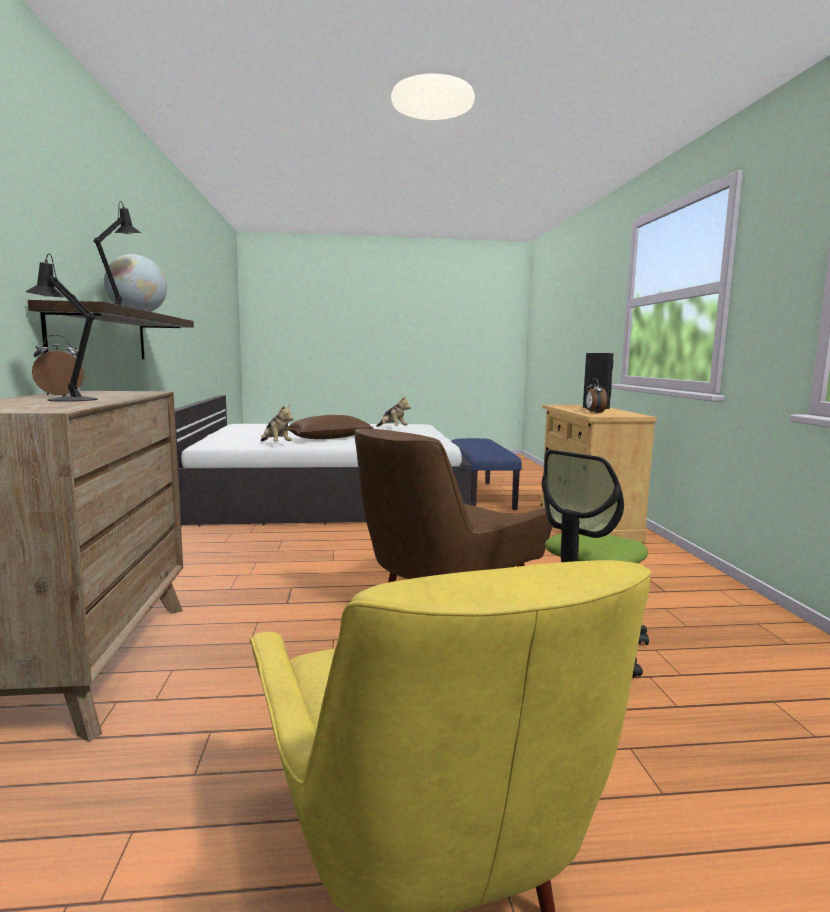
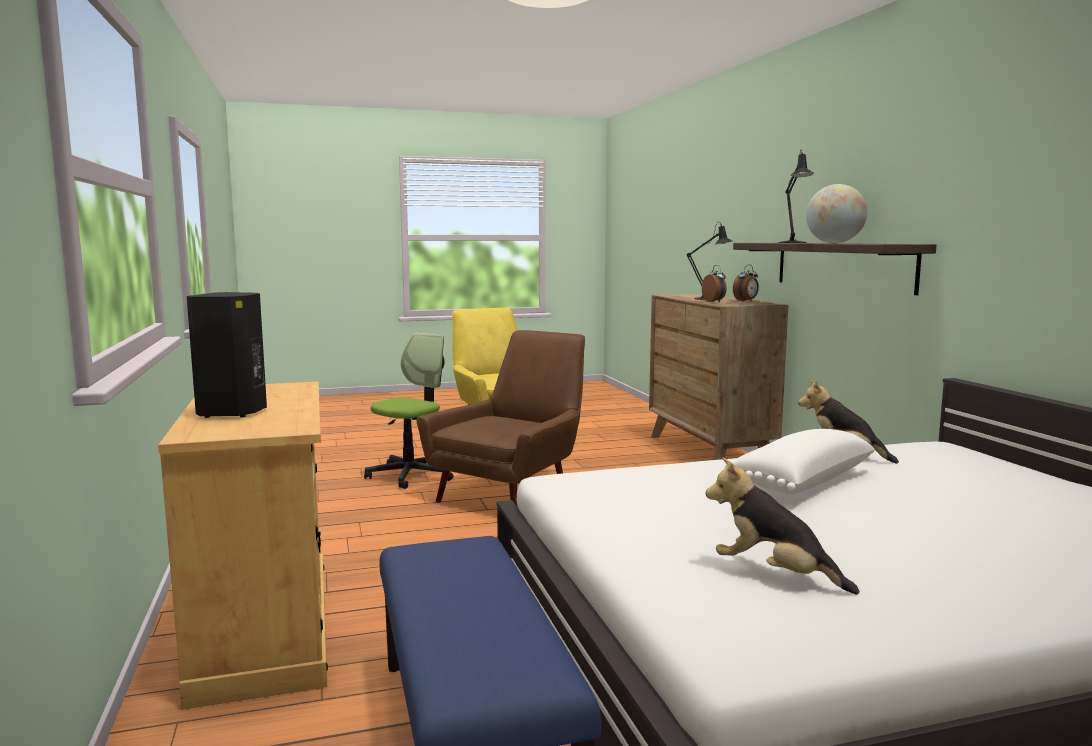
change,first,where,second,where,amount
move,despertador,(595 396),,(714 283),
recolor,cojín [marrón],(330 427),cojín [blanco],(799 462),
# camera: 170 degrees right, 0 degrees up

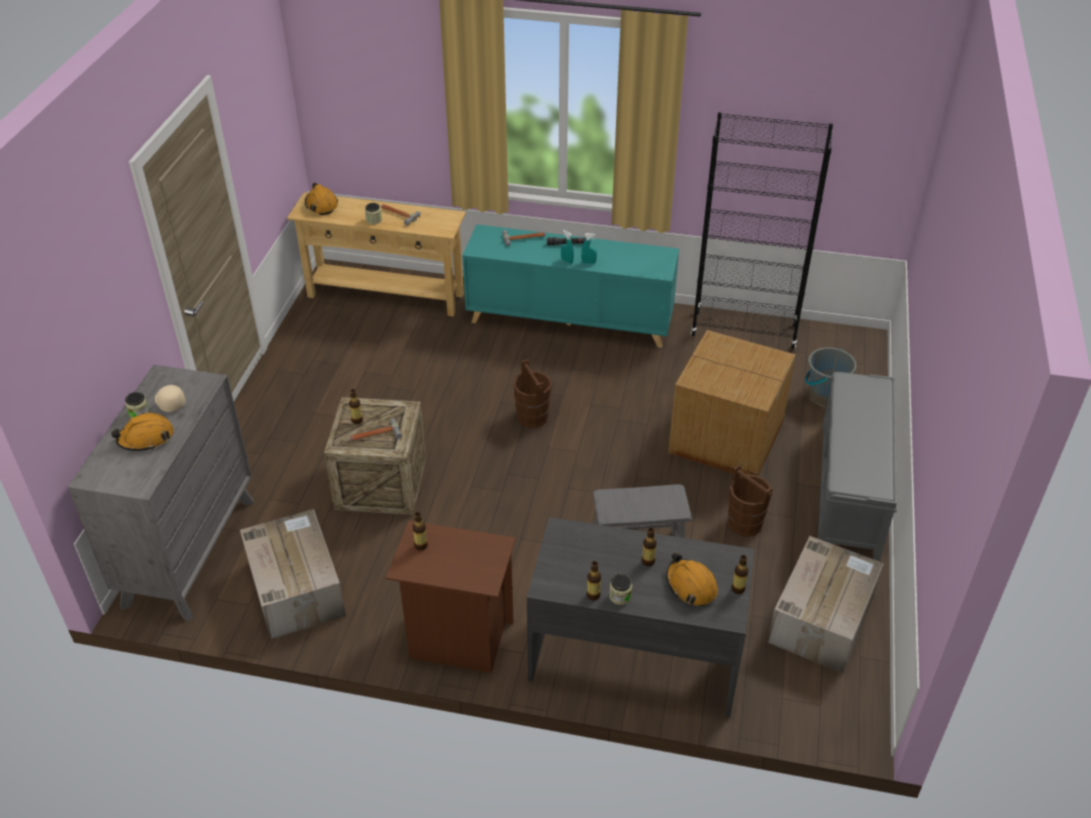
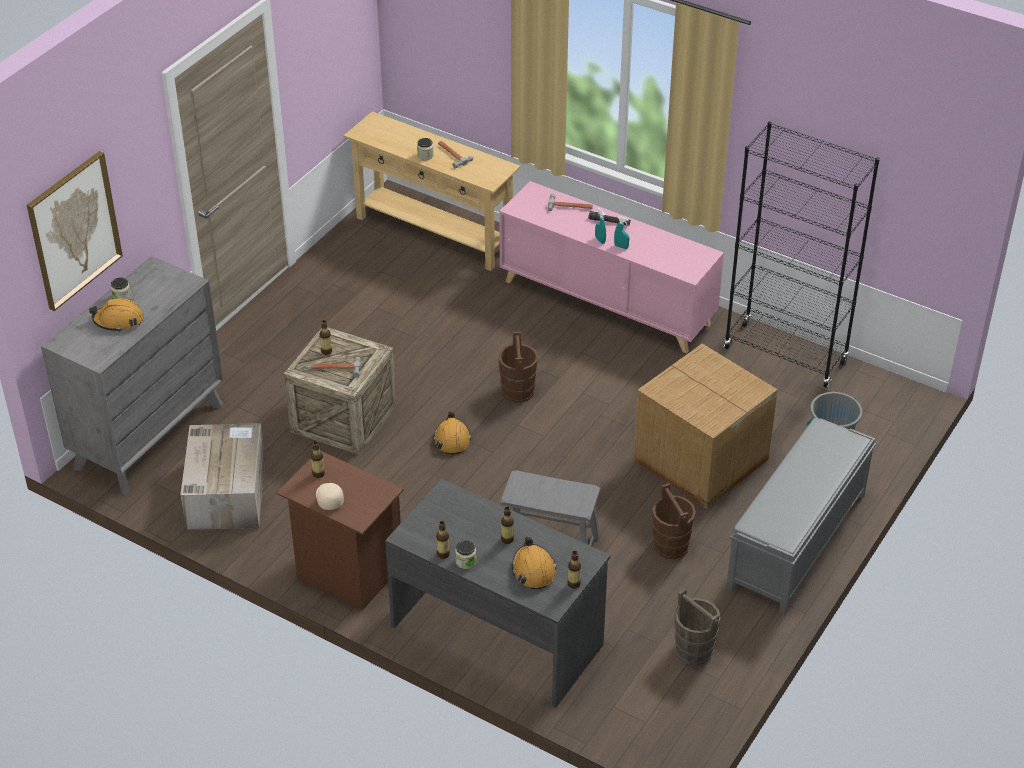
change,first,where,second,where,amount
insert,,,cuadro,(75 231),
move,gorra [beis],(170 398),,(330 496),
move,casco [naranja],(321 199),,(452 433),
replace,caja de cartón,(825 604),cubo [marrón],(697 626),
recolor,armario [turquesa],(570 286),armario [rosa],(611 267),
# camera: 20 degrees right, 0 degrees up

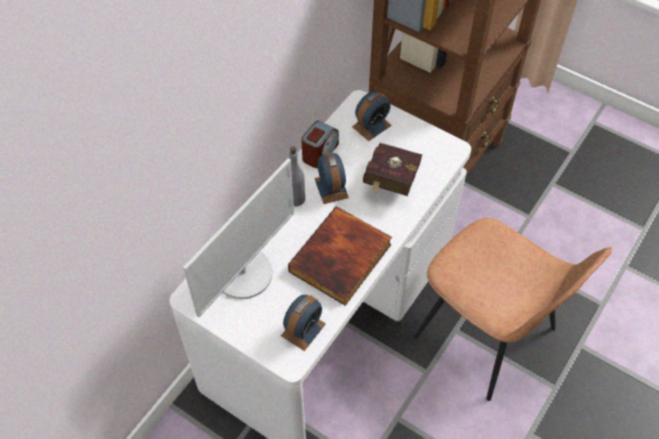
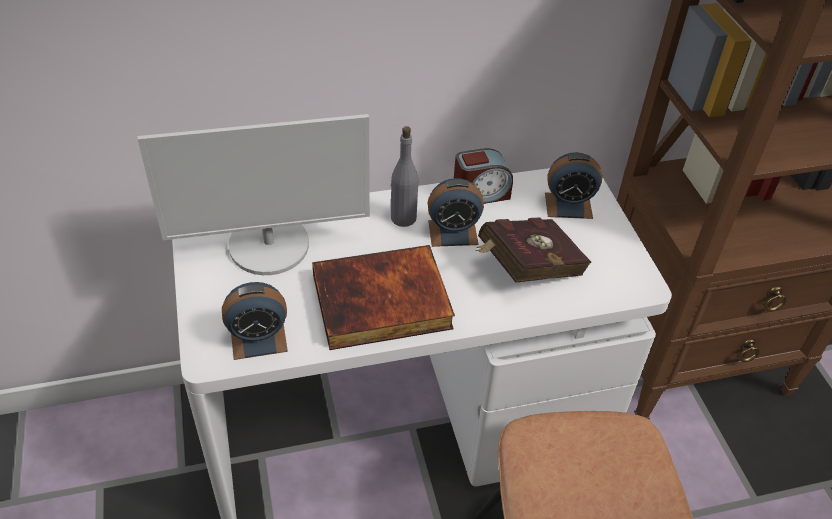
change,first,where,second,where,amount
rotate,despertador,(331 178),,(456 212),60 degrees clockwise
# camera: 40 degrees right, 10 degrees down

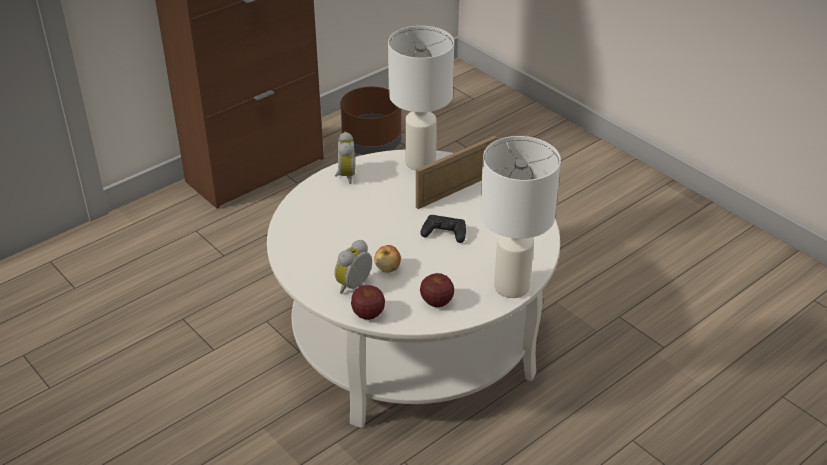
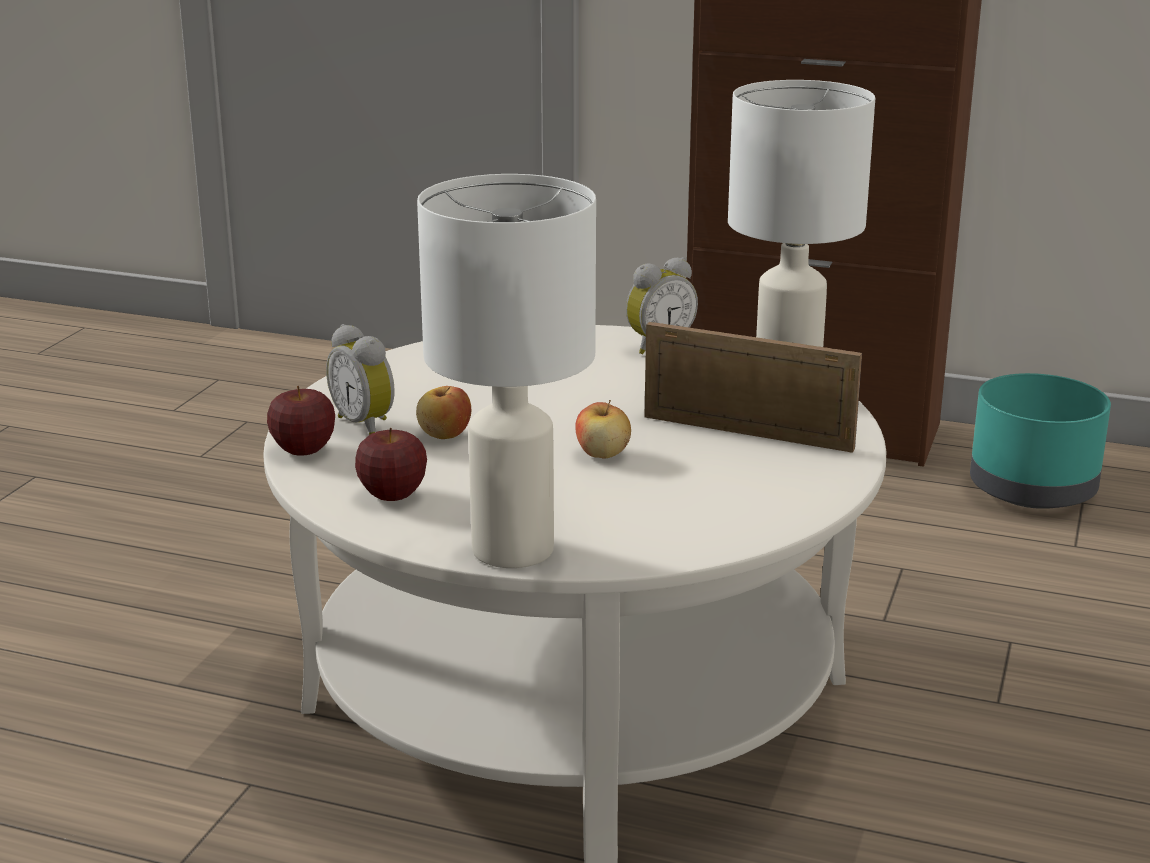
change,first,where,second,where,amount
replace,mando de consola [negro],(443 229),manzana,(603 429),
recolor,maceta [marrón],(371 121),maceta [turquesa],(1040 441),
rotate,despertador,(353 267),,(360 379),135 degrees counterclockwise
# camera: 60 degrees right, 15 degrees down

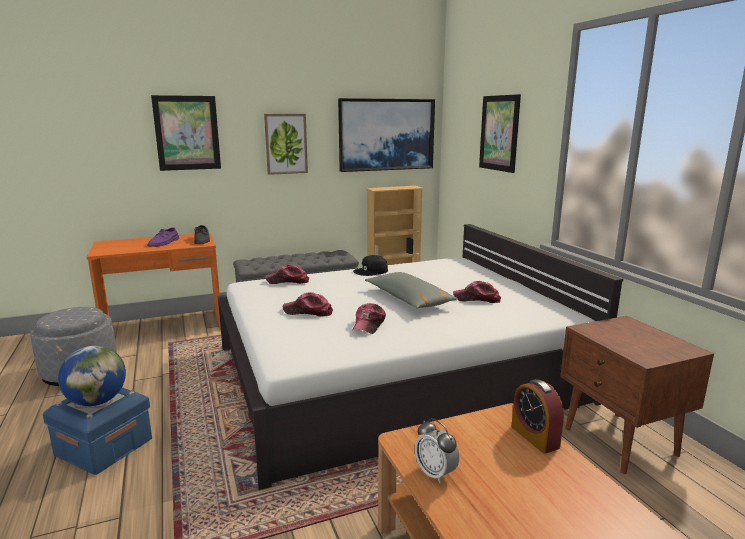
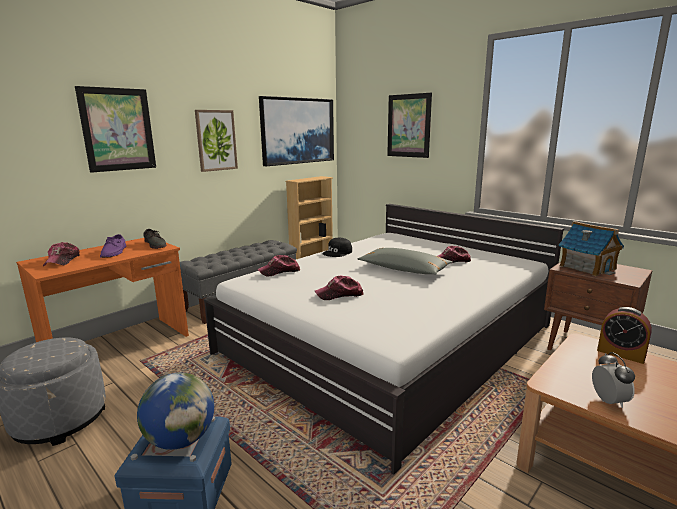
change,first,where,second,where,amount
insert,,,casita,(591 248),
move,gorra,(369 318),,(61 254),
rotate,despertador,(437 450),,(613 380),120 degrees counterclockwise
# camera: 25 degrees left, 0 degrees up

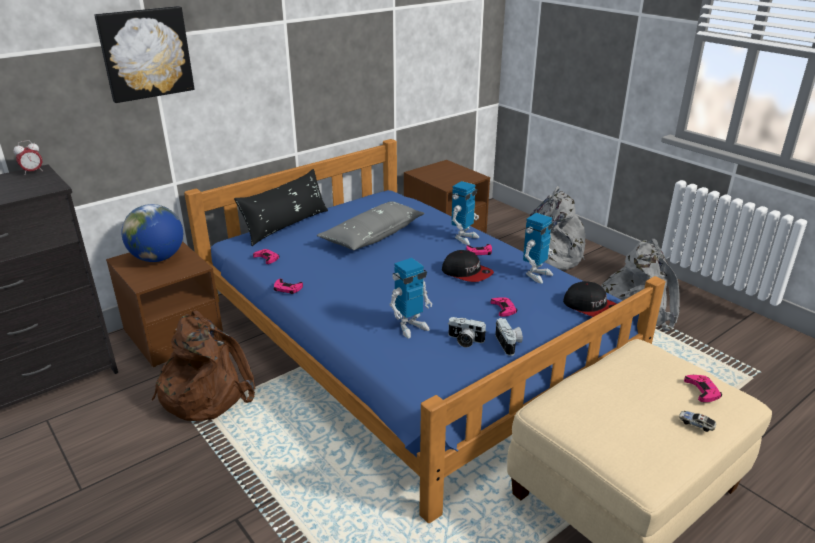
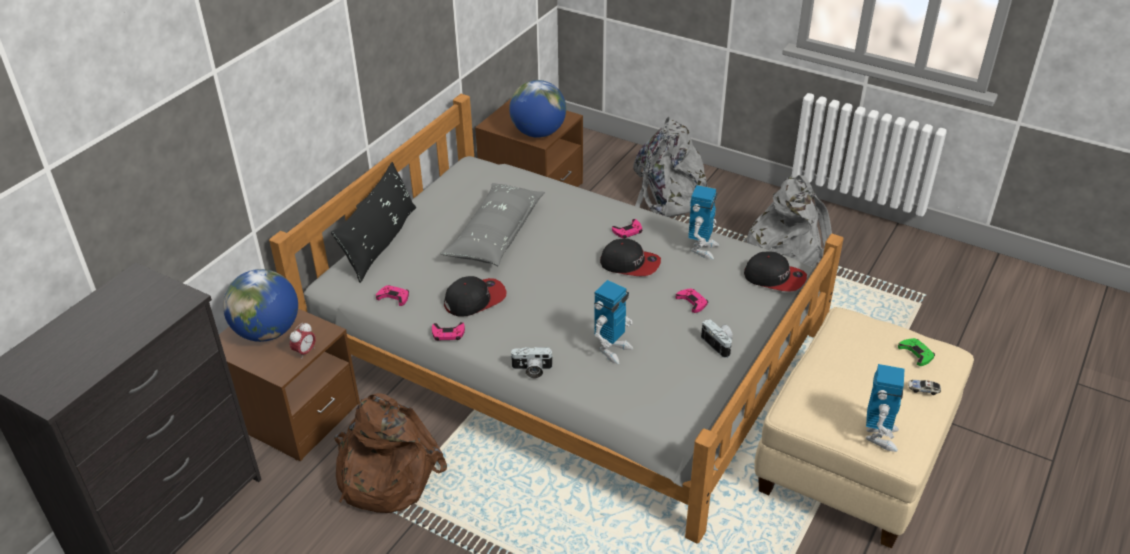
change,first,where,second,where,amount
delete,cuadro,(144 54),,,
insert,,,gorra,(475 296),
insert,,,globo terráqueo,(537 109),
move,despertador,(28 157),,(303 340),
move,cámara,(467 332),,(532 363),
move,robot de juguete,(465 213),,(885 408),
recolor,cama [azul],(424 331),cama [gris],(556 319),
recolor,mando de consola [rosa],(703 388),mando de consola [verde],(916 352),
# camera: 20 degrees left, 10 degrees up

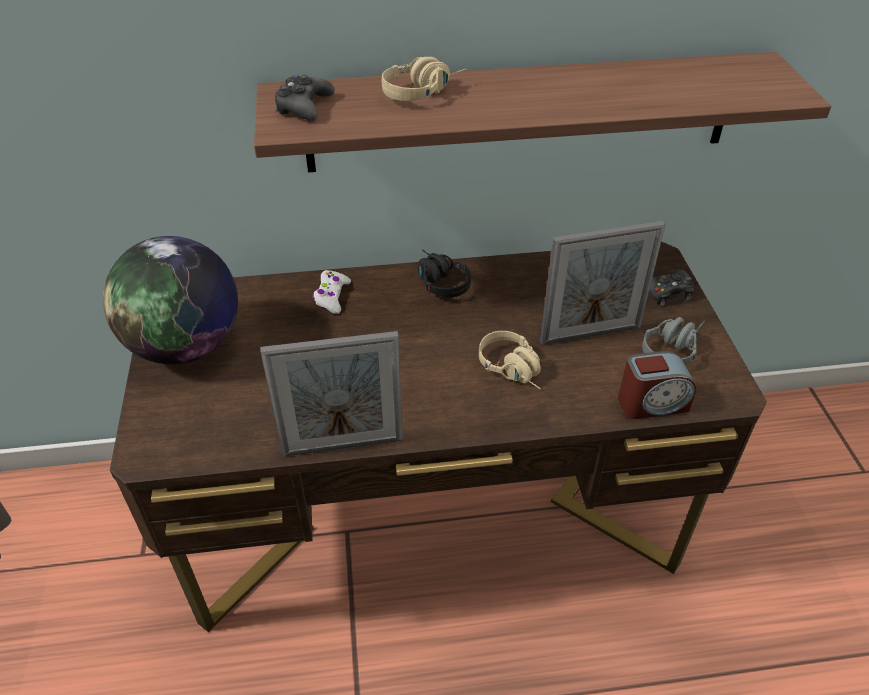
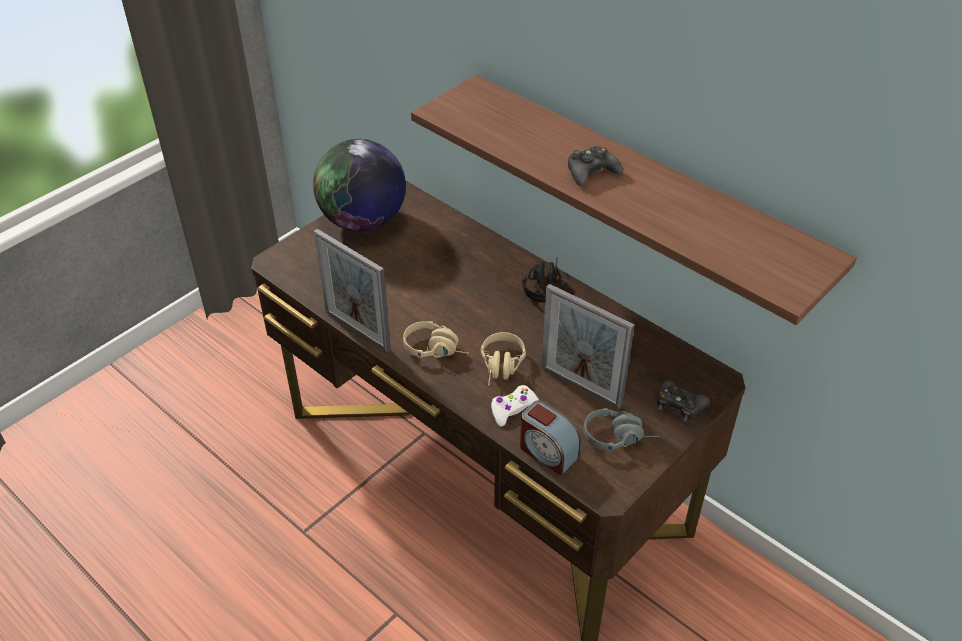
change,first,where,second,where,amount
move,mando de consola [negro],(305 98),,(595 166),
move,mando de consola [blanco],(331 292),,(515 406),
move,auriculares [beis],(424 79),,(436 339),
# camera: 50 degrees right, 0 degrees up

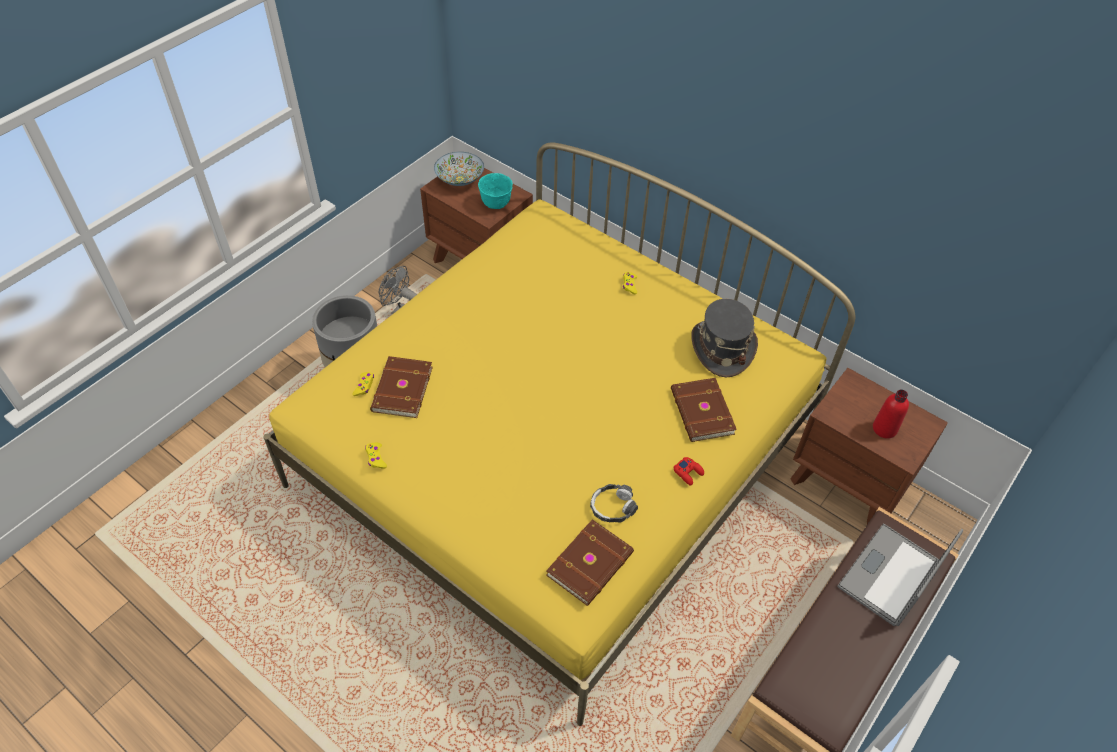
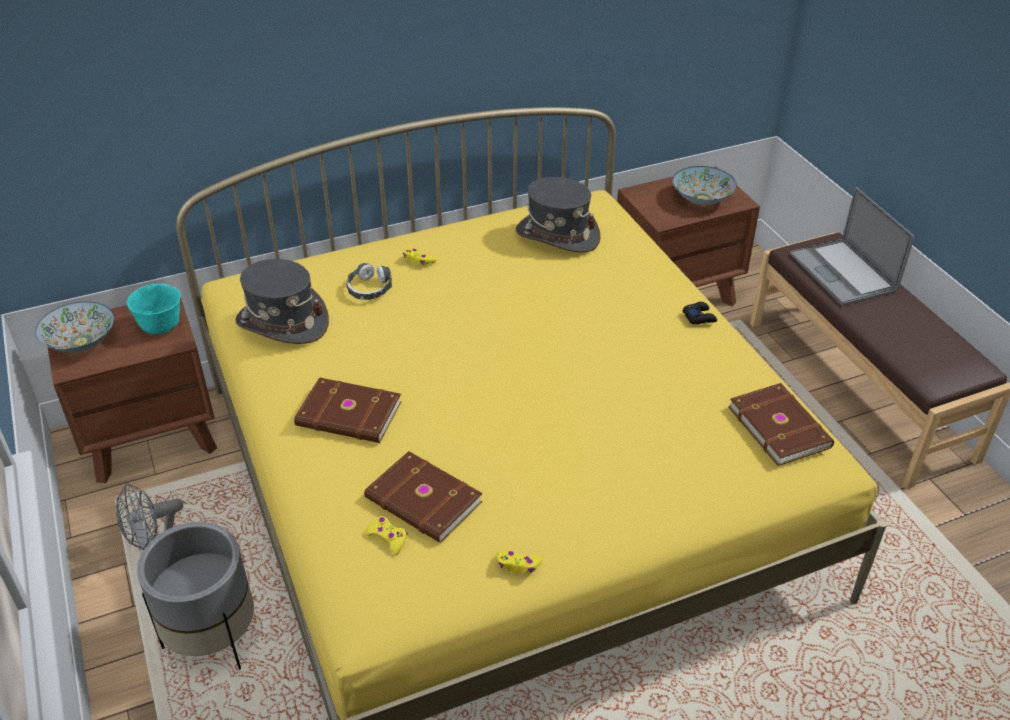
change,first,where,second,where,amount
insert,,,sombrero [gris],(282 301),
move,auriculares,(614 503),,(369 281),
move,libro [marrón],(704 410),,(347 410),
replace,botella [rojo],(891 414),cuenco,(705 185),
recolor,mando de consola [rojo],(689 471),mando de consola [negro],(700 313),
# camera: 60 degrees left, 10 degrees down

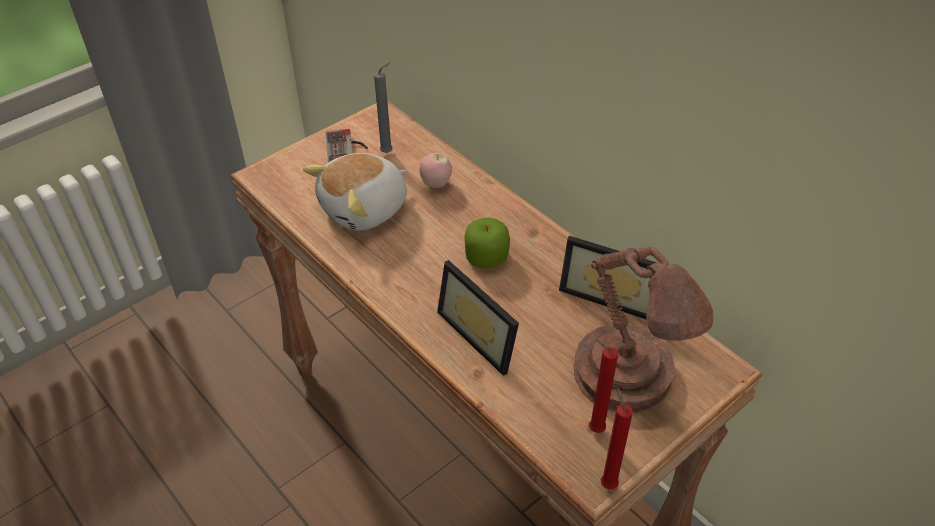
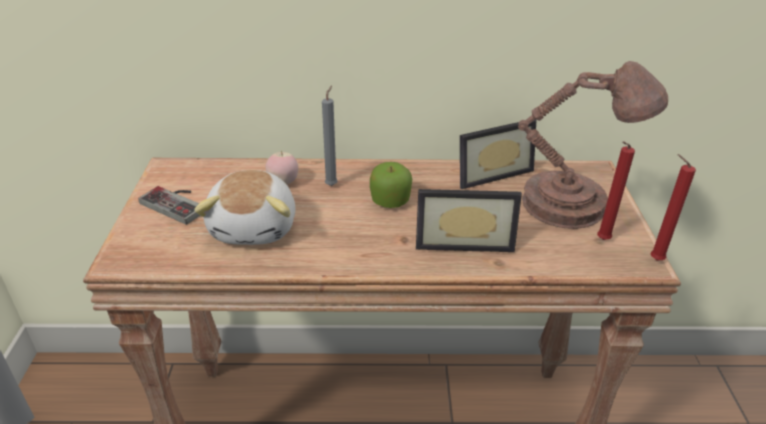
change,first,where,second,where,amount
move,vela [gris],(383 108),,(330 135),
# camera: 50 degrees left, 10 degrees down

